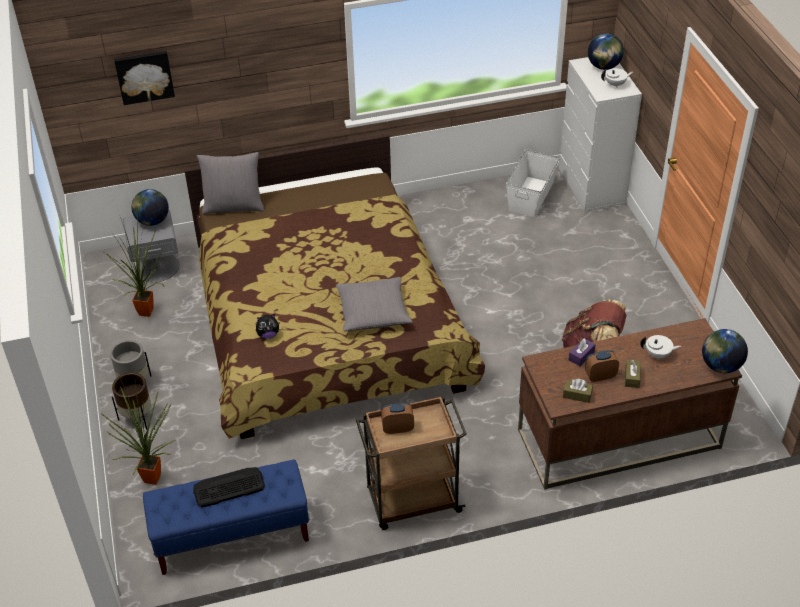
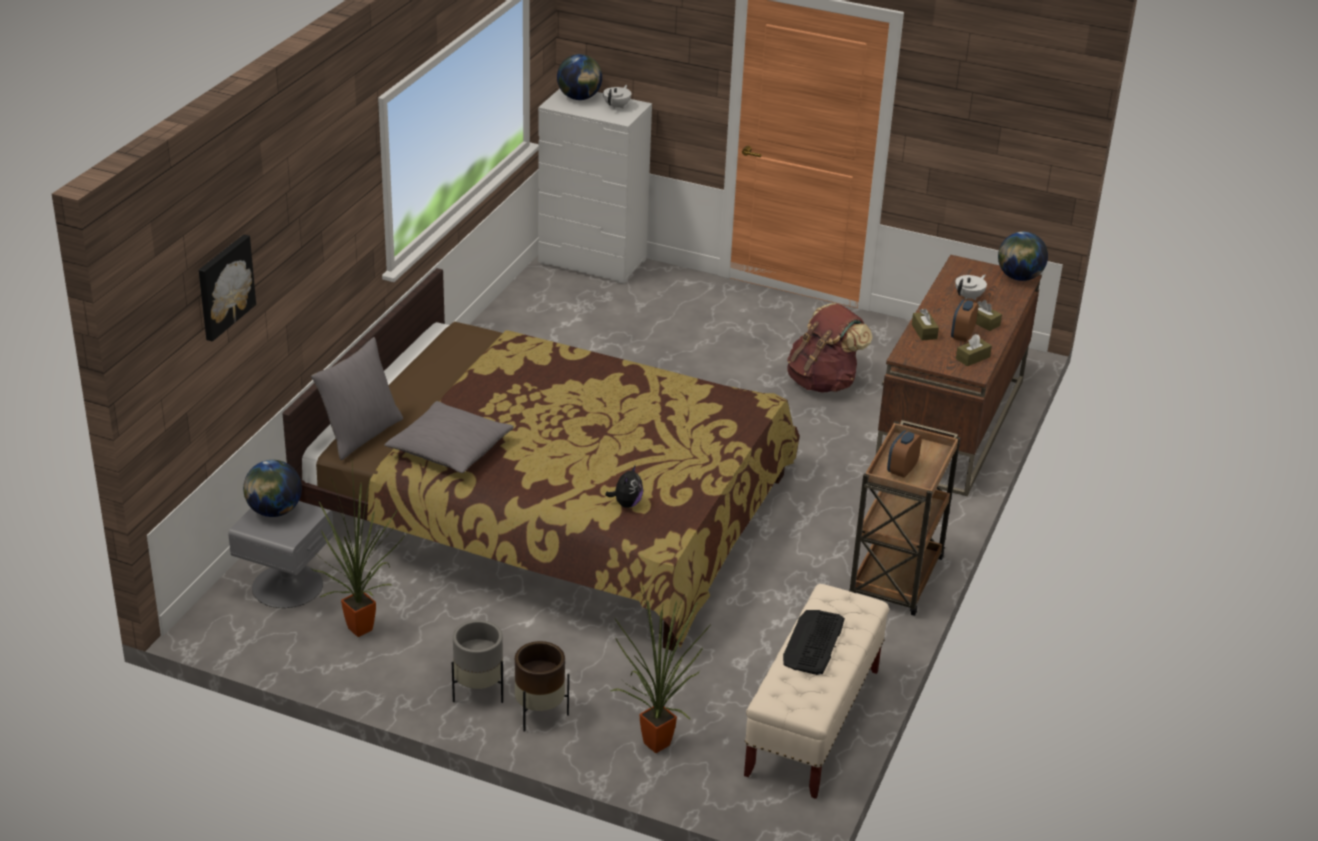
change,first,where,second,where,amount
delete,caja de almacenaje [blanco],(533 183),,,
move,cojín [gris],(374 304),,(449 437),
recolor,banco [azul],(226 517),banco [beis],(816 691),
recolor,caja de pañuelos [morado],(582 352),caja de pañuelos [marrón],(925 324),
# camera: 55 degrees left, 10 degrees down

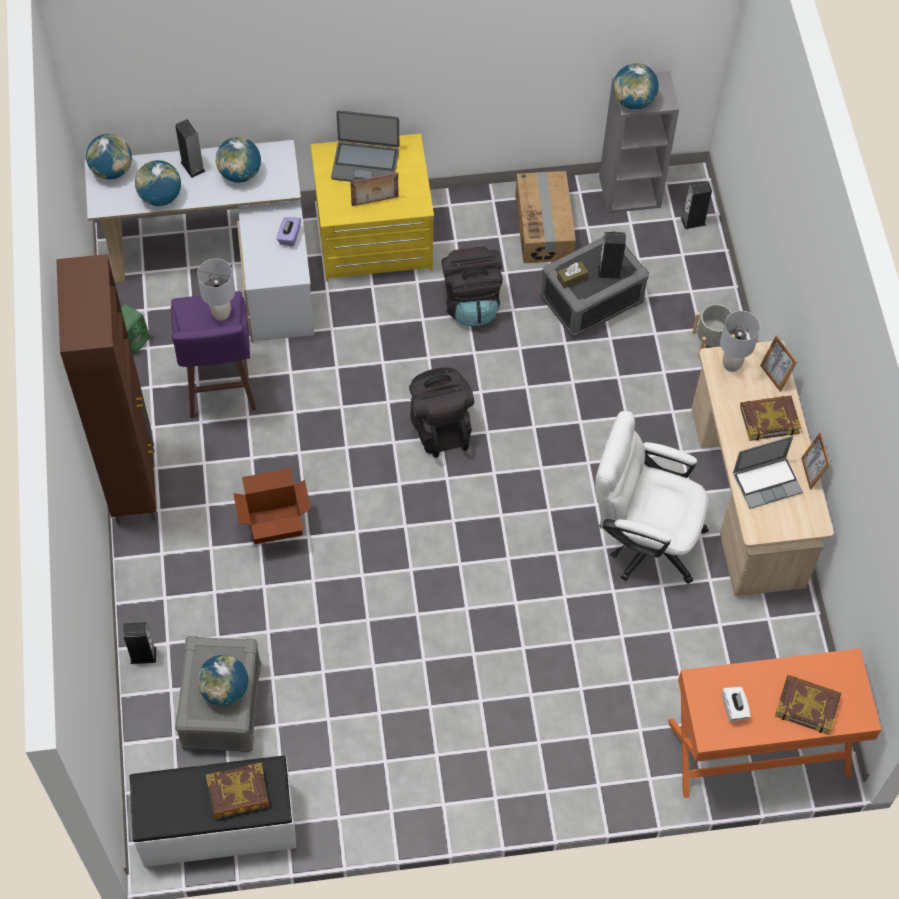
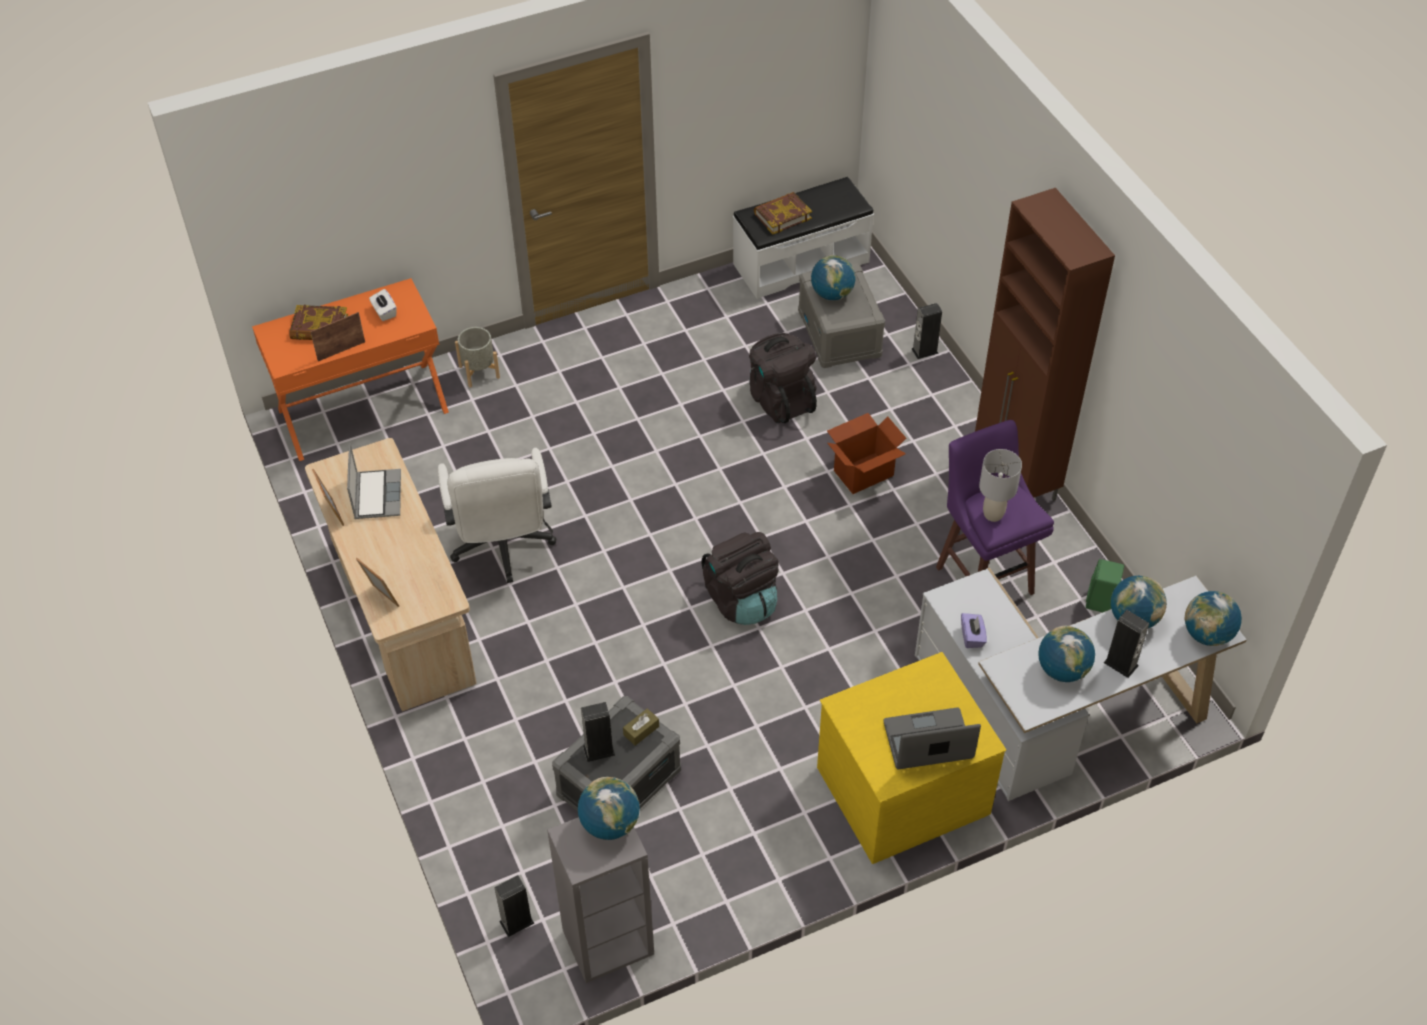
change,first,where,second,where,amount
delete,caja de cartón,(545 217),,,
delete,lámpara de mesa [gris],(740 341),,,
delete,libro,(770 418),,,
move,portarretratos,(374 189),,(337 336),
move,mochila [negro],(472 286),,(783 378),
move,maceta [gris],(713 331),,(477 357),
rotate,silla de oficina [blanco],(652 497),,(497 515),75 degrees clockwise
rotate,portátil,(768 472),,(374 481),120 degrees clockwise
# camera: 165 degrees right, 10 degrees down

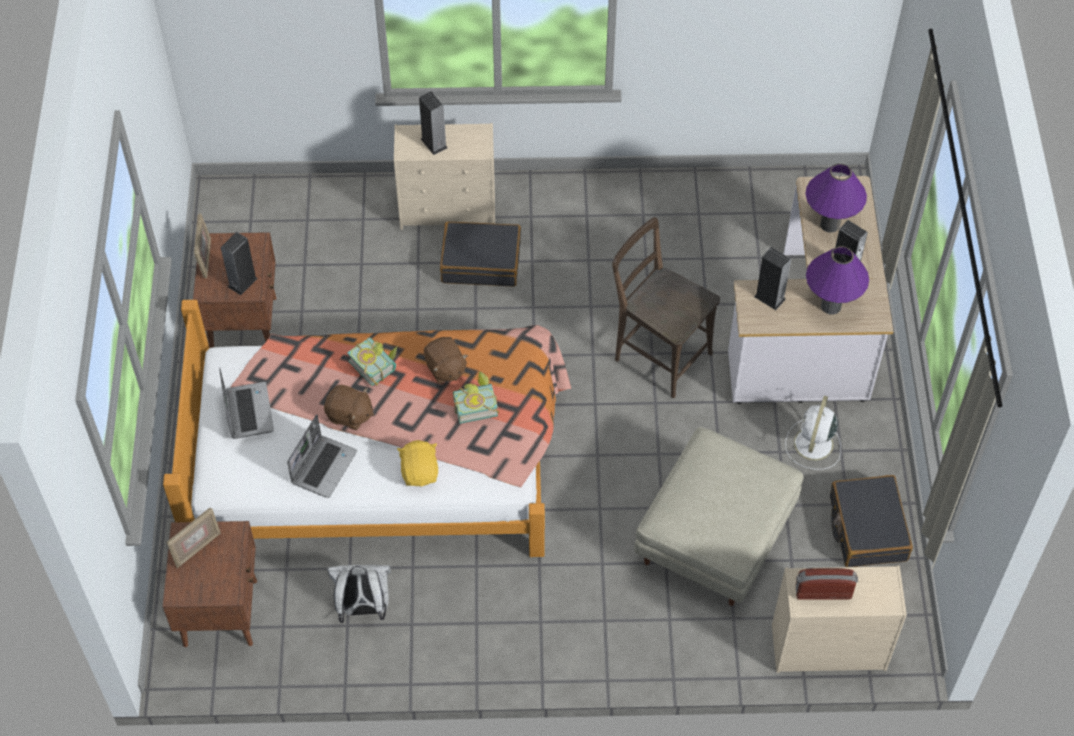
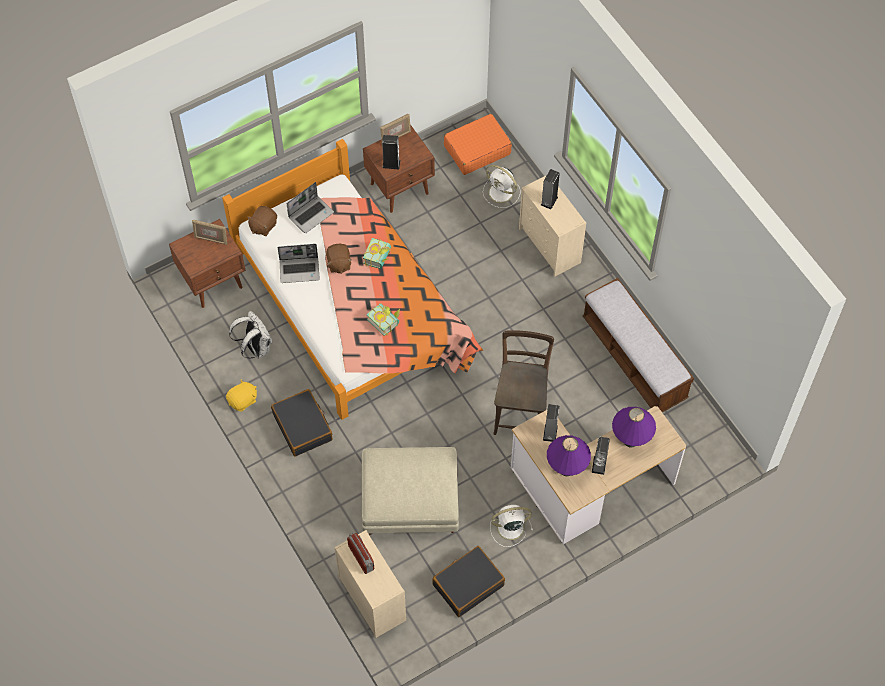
change,first,where,second,where,amount
insert,,,maleta [naranja],(478 144),
insert,,,ventilador [blanco],(501 186),
insert,,,banco,(638 345),
move,peluche [amarillo],(417 463),,(241 395),
move,peluche [marrón],(446 360),,(262 221),
move,maleta [negro],(480 254),,(301 423),
# camera: 60 degrees right, 5 degrees up

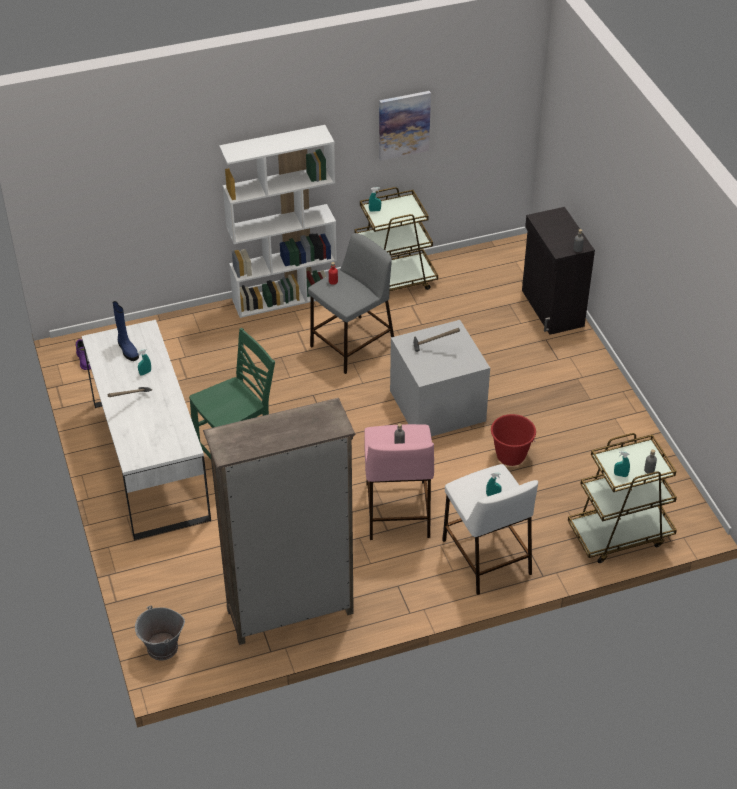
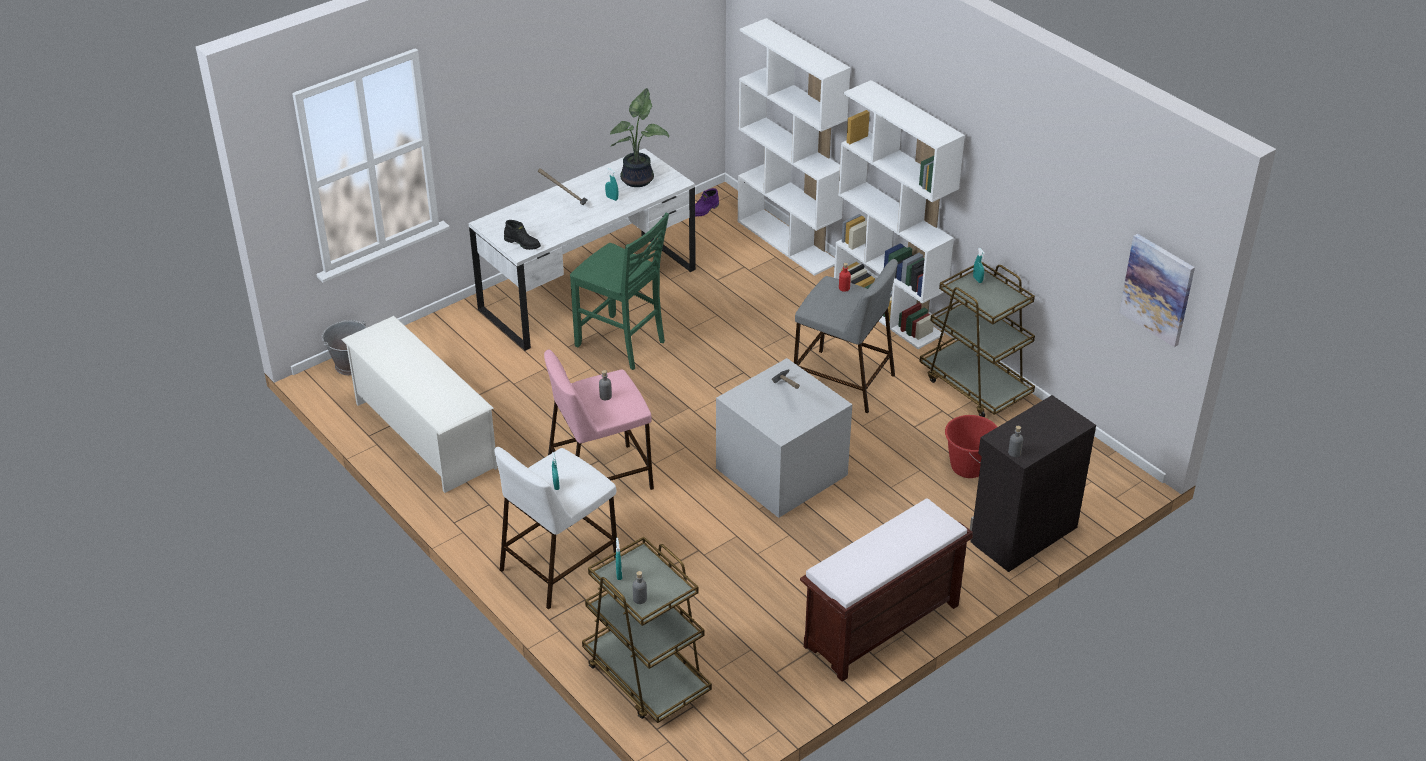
change,first,where,second,where,amount
insert,,,bota [negro],(522 235),
insert,,,estantería [blanco],(794 147),
insert,,,banco [marrón],(886 590),
move,cuadro,(405 126),,(1157 290),
move,cubo [rojo],(513 440),,(971 446),
replace,bota [azul],(126 331),planta en maceta,(639 137),
replace,estantería [marrón],(279 521),zapatero [blanco],(419 404),
# camera: 70 degrees right, 5 degrees down

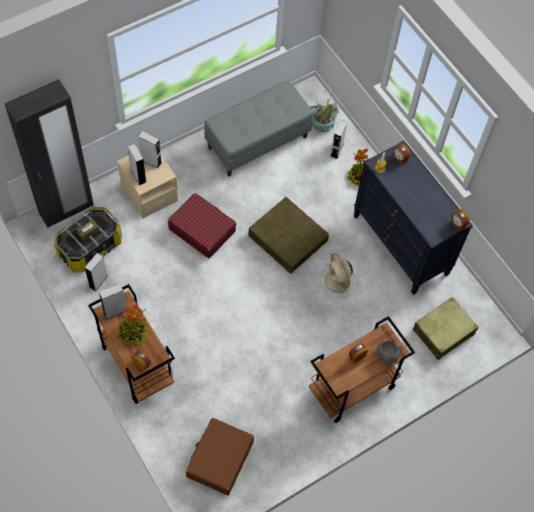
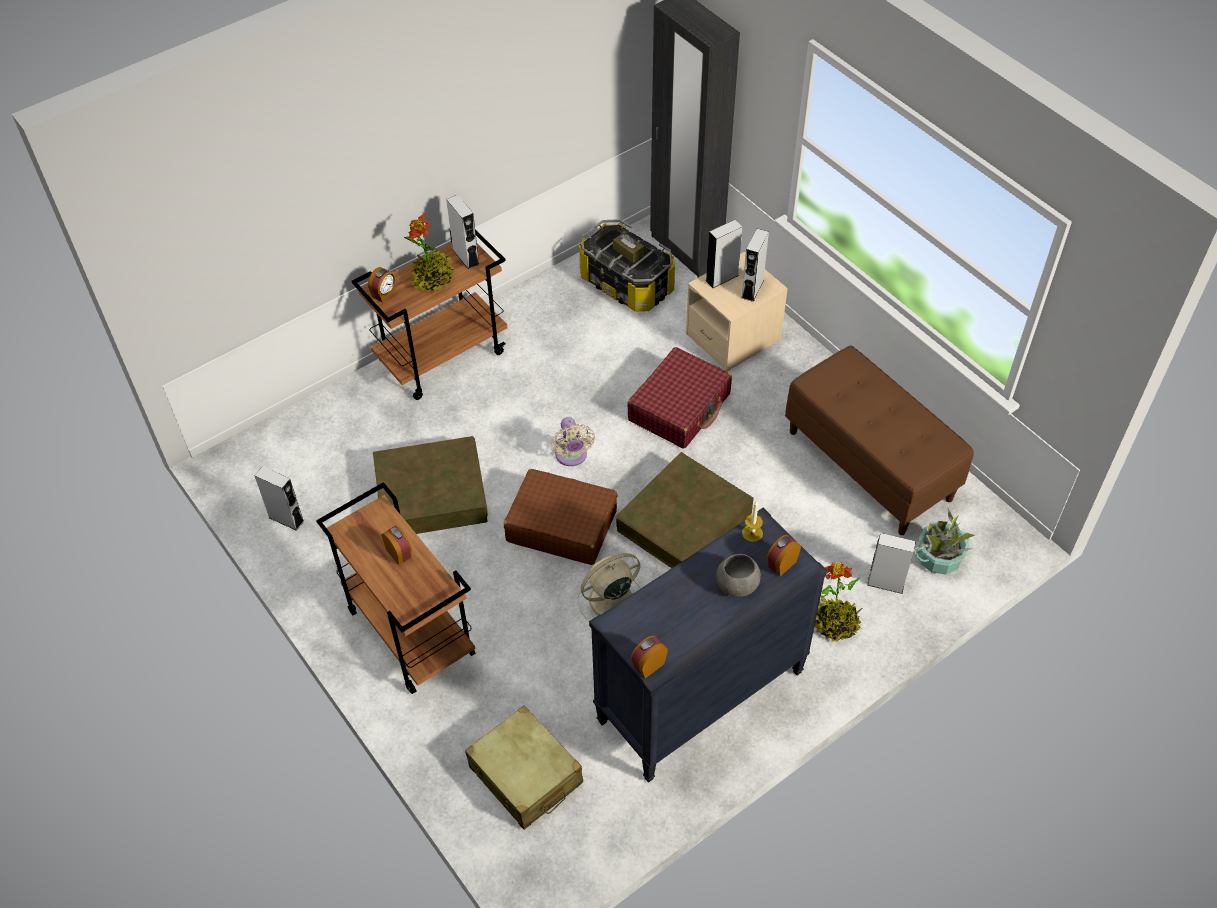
change,first,where,second,where,amount
insert,,,caja de almacenaje [marrón],(430 485),
insert,,,ventilador [beis],(573 441),
move,altavoz [gris],(96 272),,(279 498),
move,maleta [marrón],(220 456),,(560 517),
move,cuenco [gris],(388 352),,(738 575),
recolor,banco [gris],(258 128),banco [marrón],(879 440),
# camera: 90 degrees right, 10 degrees down

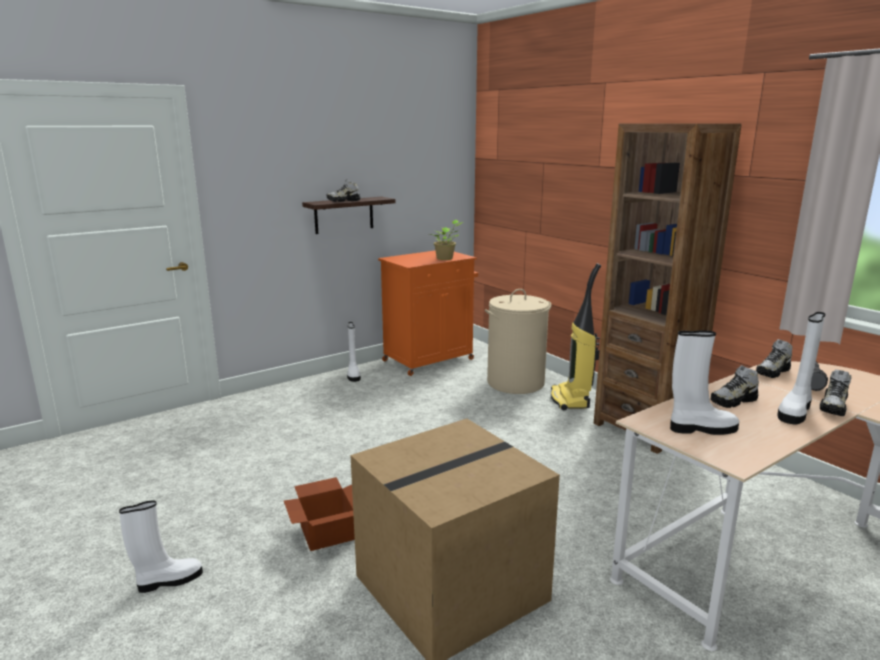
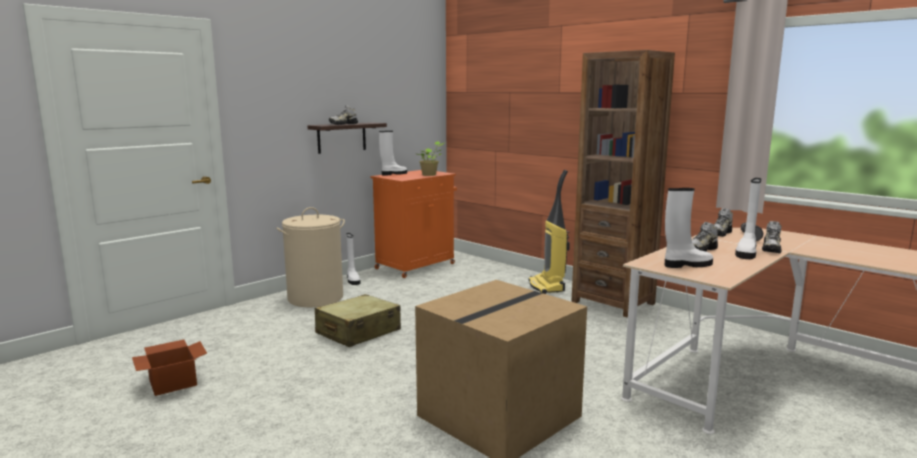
change,first,where,second,where,amount
insert,,,maleta [beis],(358 320),
move,bota [blanco],(161 546),,(393 153),
move,caja de cartón,(319 514),,(169 368),
move,cesto de la ropa [beis],(518 341),,(310 257),
# camera: 10 degrees left, 5 degrees down

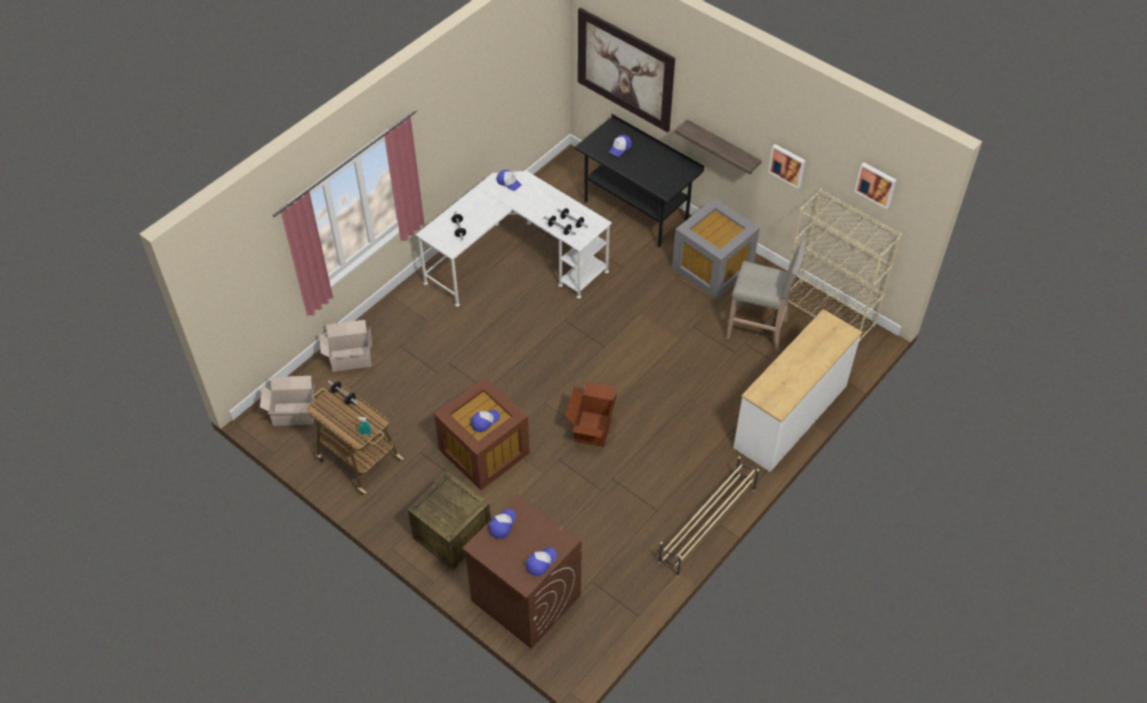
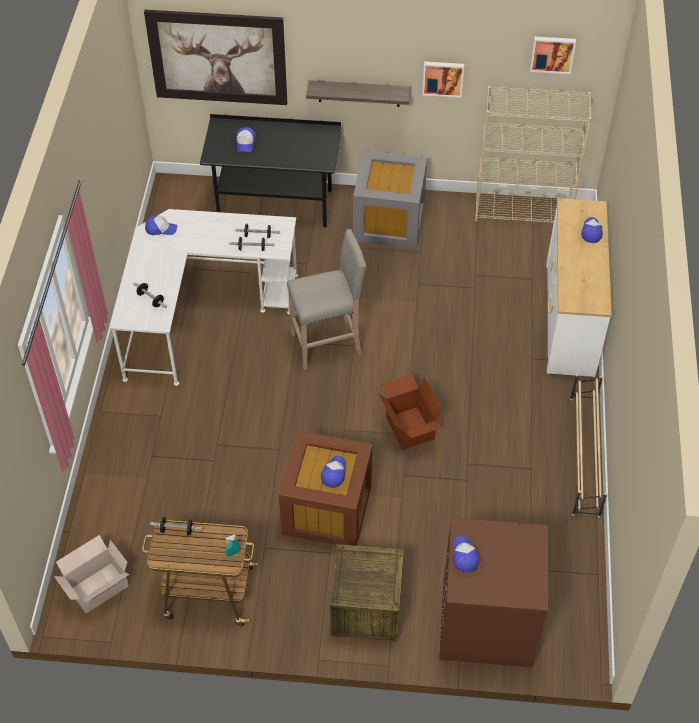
change,first,where,second,where,amount
delete,caja de cartón,(345 346),,,
move,gorra,(541 561),,(592 230),
move,taburete [beis],(766 296),,(327 299),
# camera: 35 degrees left, 0 degrees up

